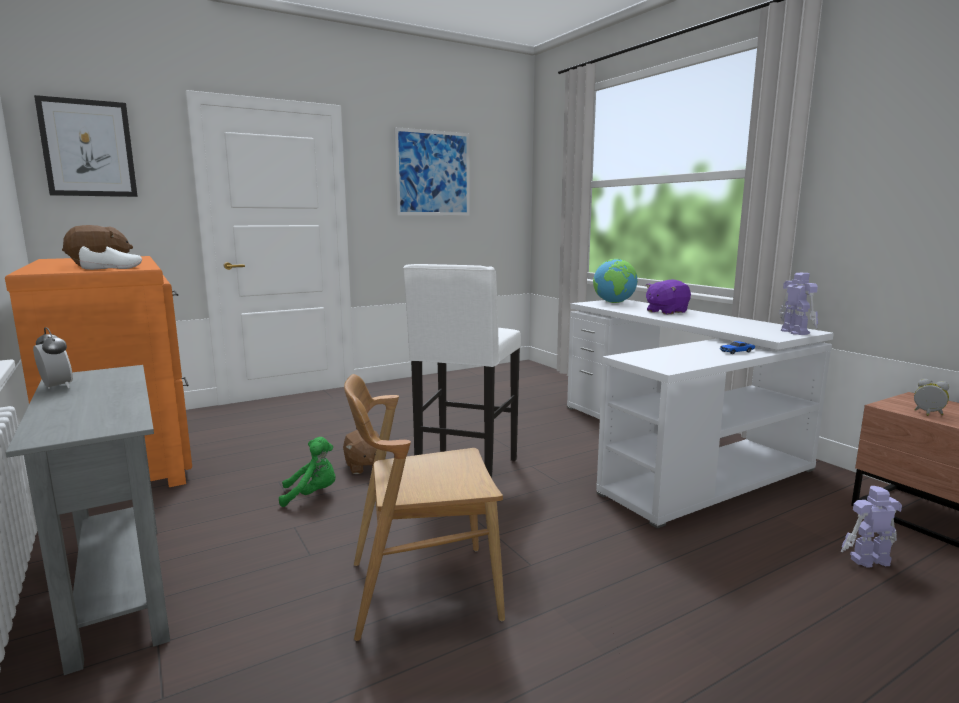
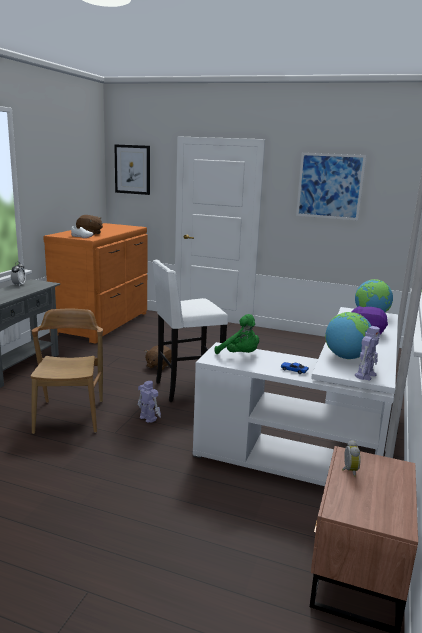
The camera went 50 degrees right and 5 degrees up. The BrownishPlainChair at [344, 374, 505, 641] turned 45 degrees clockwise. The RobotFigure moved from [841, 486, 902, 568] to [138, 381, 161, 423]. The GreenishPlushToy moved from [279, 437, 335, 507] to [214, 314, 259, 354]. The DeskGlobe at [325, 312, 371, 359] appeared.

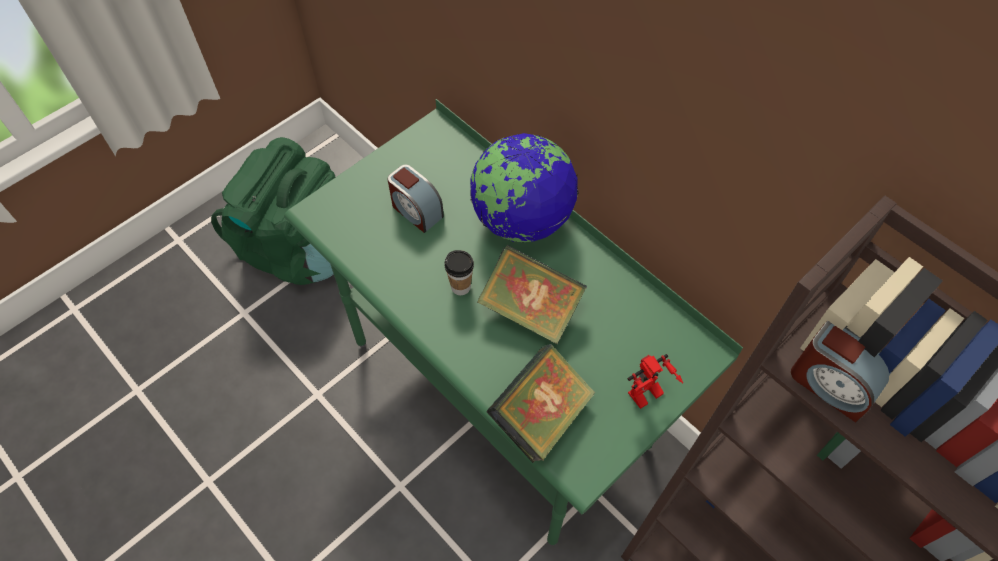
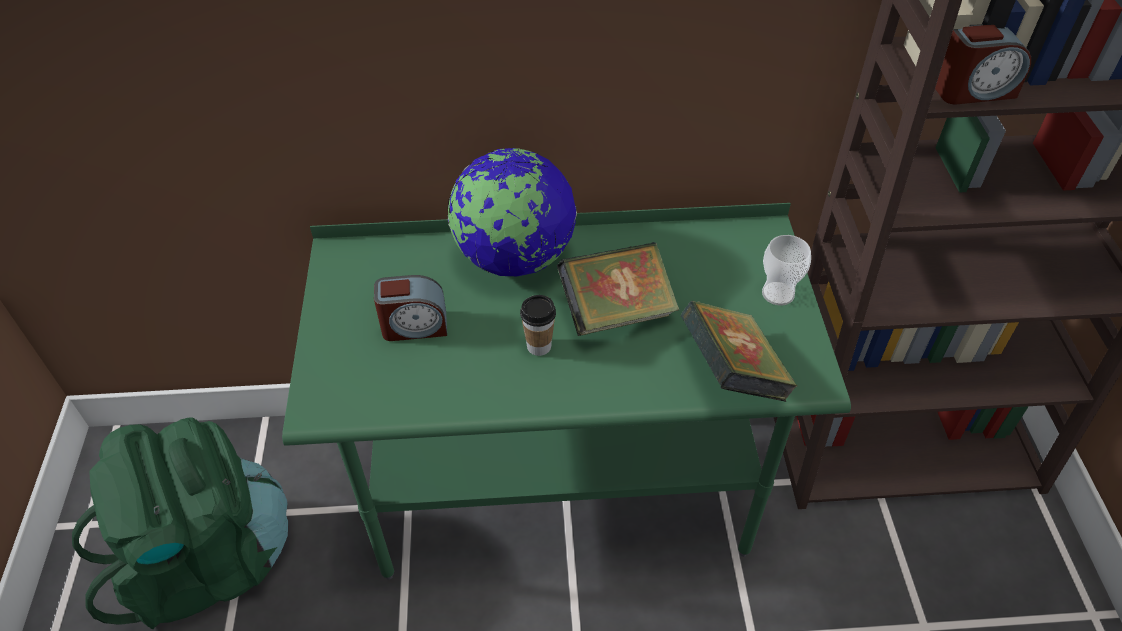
The camera went 50 degrees left and 10 degrees down. The RobotFigure at [627, 354, 683, 409] was replaced by the SmallCup at [762, 235, 811, 306].

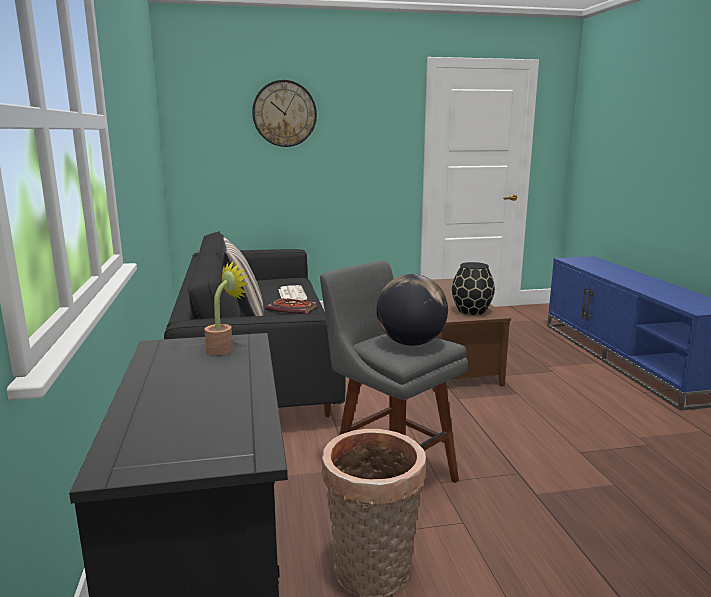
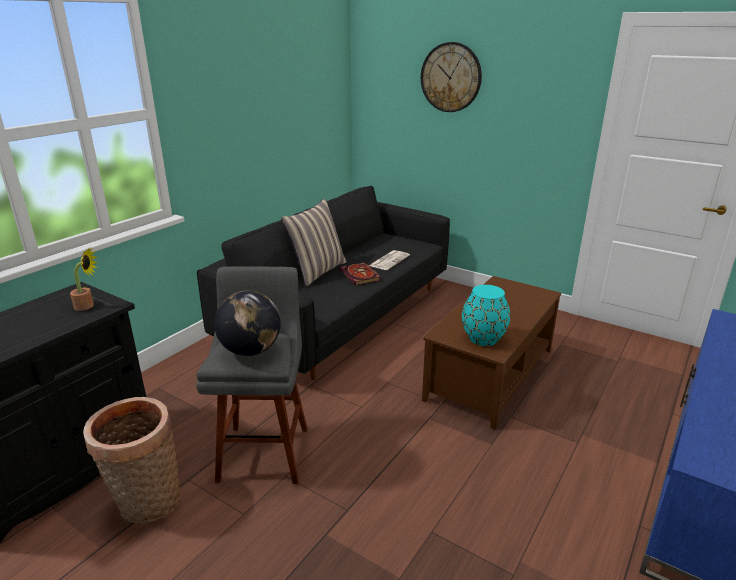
The camera went 45 degrees right and 10 degrees up. The BlackishVase at [452, 262, 495, 315] became the BlueGreenVase at [462, 285, 510, 346].

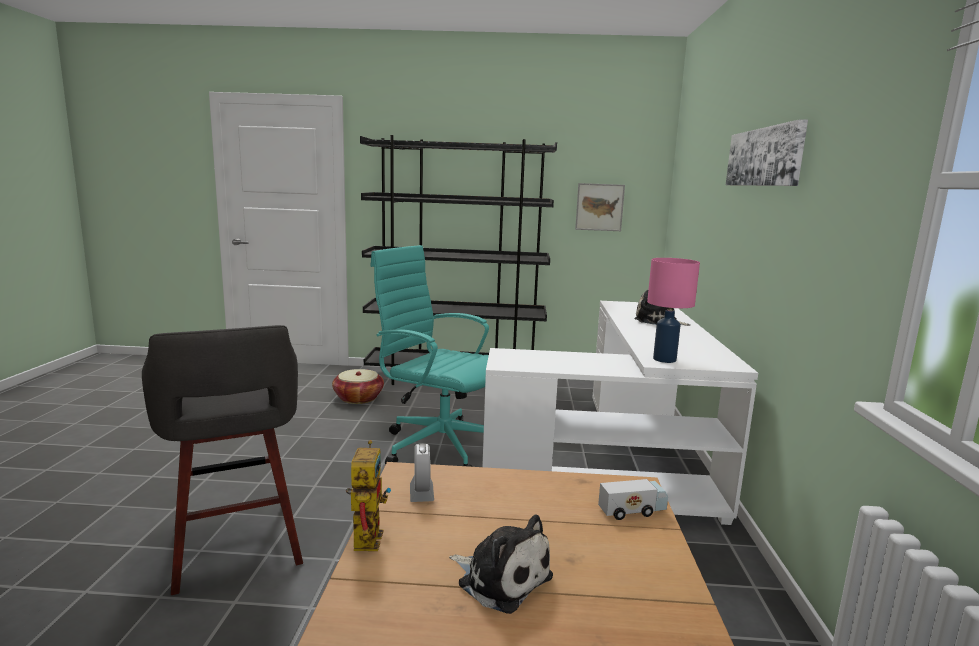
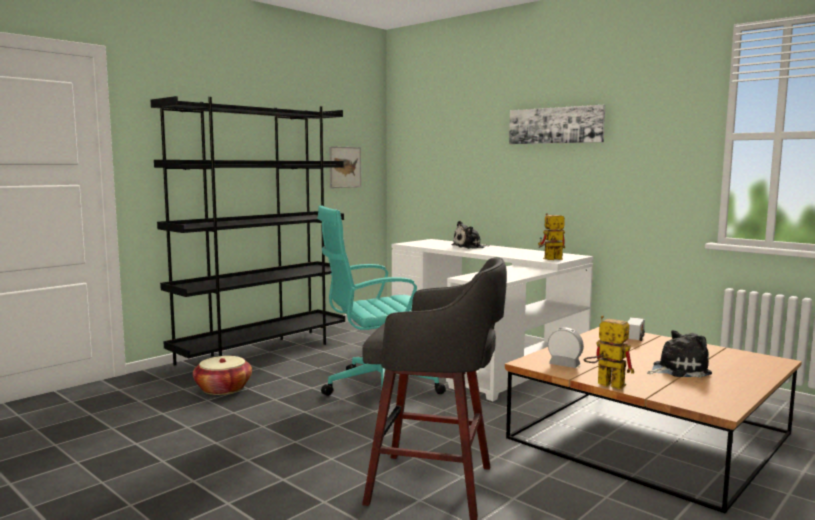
The camera went 50 degrees left and 5 degrees down. The PinkColouredTabletopLamp at [647, 258, 700, 363] was replaced by the RobotFigure at [538, 213, 565, 260].

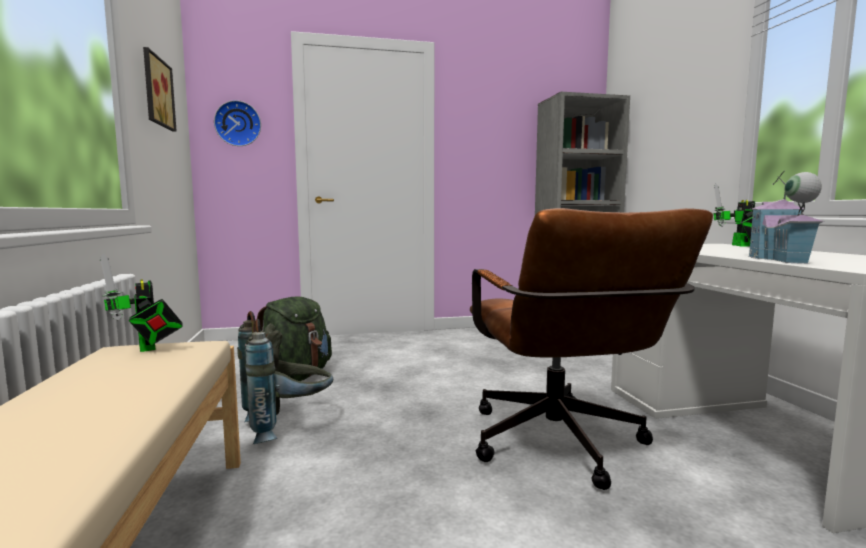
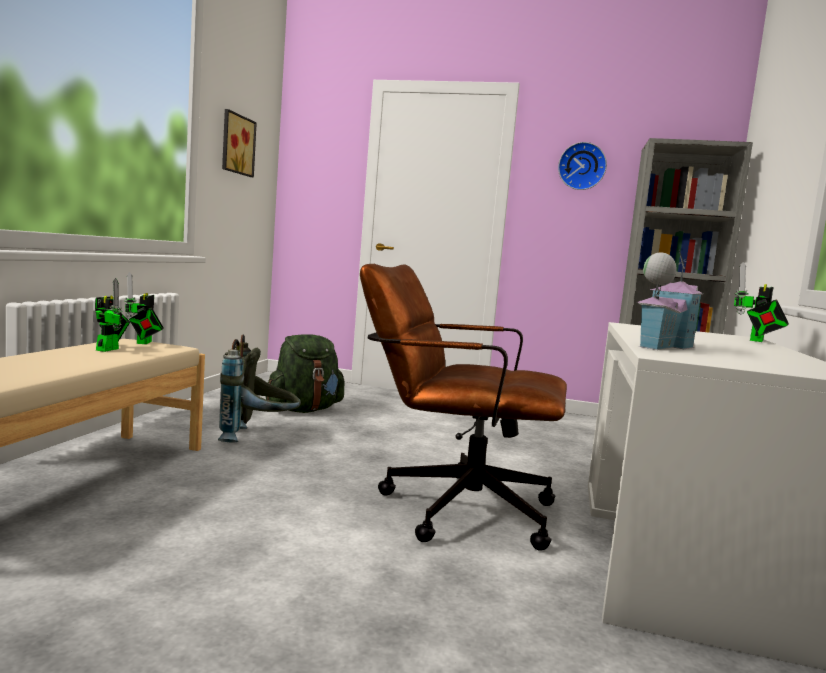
The camera went 25 degrees right and 0 degrees up. The RobotFigure at [95, 278, 130, 352] appeared. The BrownishOfficeChair at [470, 208, 713, 490] turned 90 degrees clockwise. The ClockOnTheWall moved from [214, 100, 261, 146] to [558, 142, 607, 190].

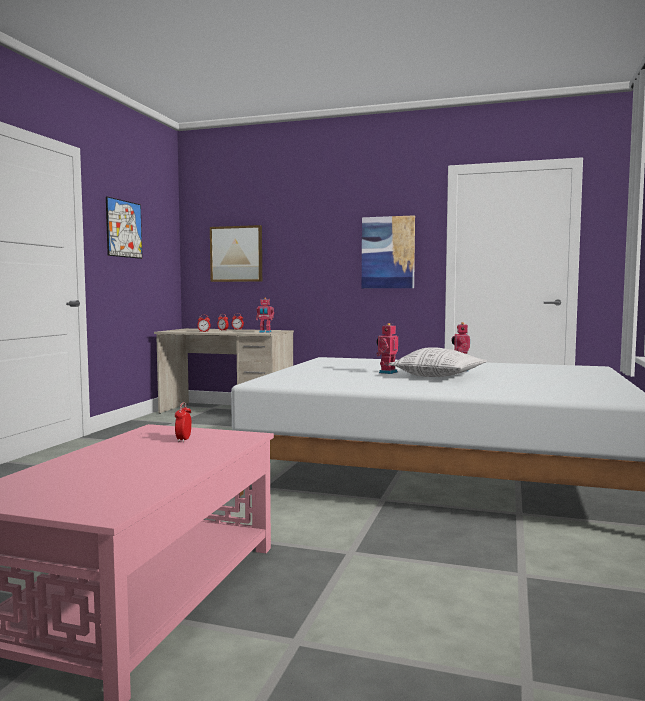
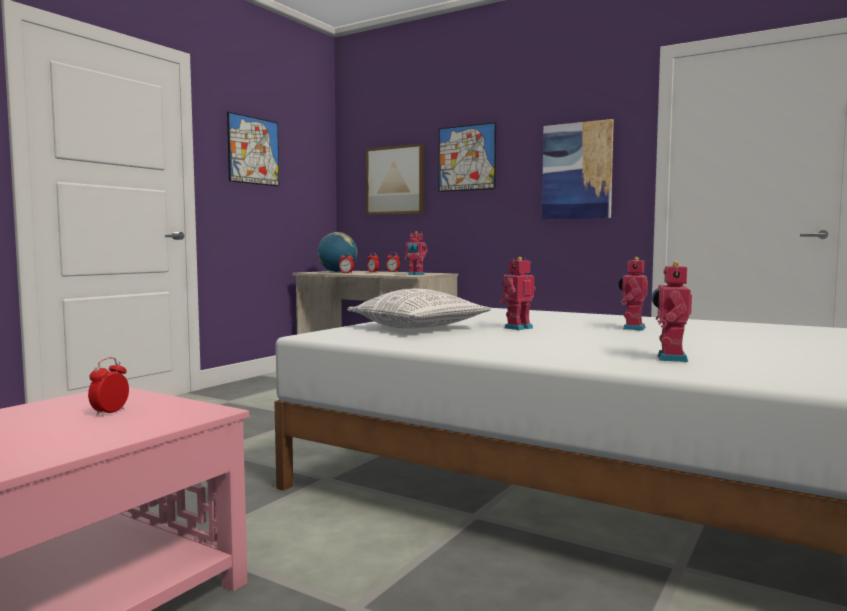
The camera went 15 degrees right and 0 degrees up. The DeskGlobe at [317, 232, 358, 272] appeared. The Pillow moved from [389, 347, 487, 377] to [347, 288, 491, 329]. The WallPicture at [439, 122, 496, 192] appeared. The RobotFigure at [652, 261, 692, 362] appeared.

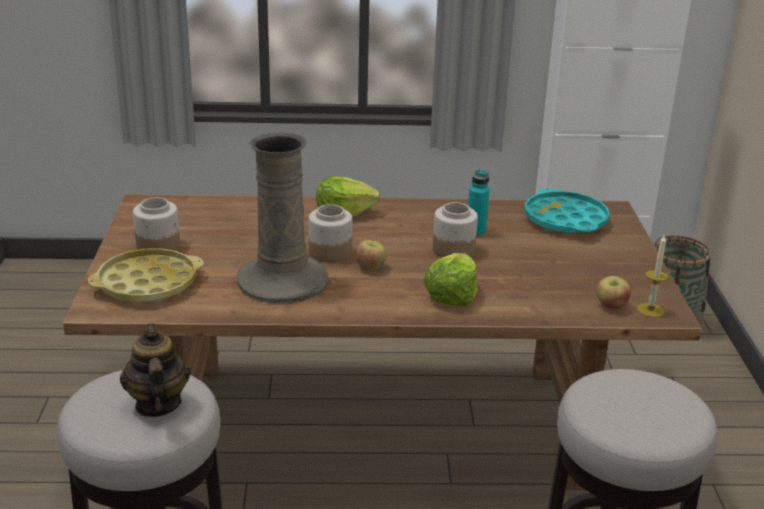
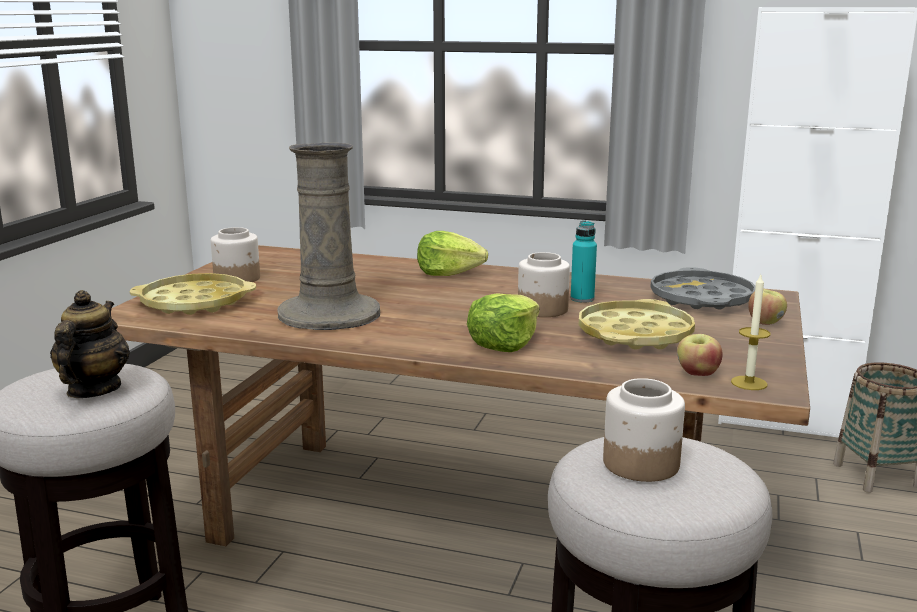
The camera went 20 degrees right and 10 degrees down. The YellowColouredTray at [579, 299, 695, 350] appeared. The PreserveJar moved from [309, 204, 352, 263] to [603, 378, 685, 482]. The BlueGreenTray at [525, 188, 610, 233] became the GreyishTray at [650, 267, 756, 309]. The Apple moved from [356, 240, 387, 271] to [748, 289, 787, 325].

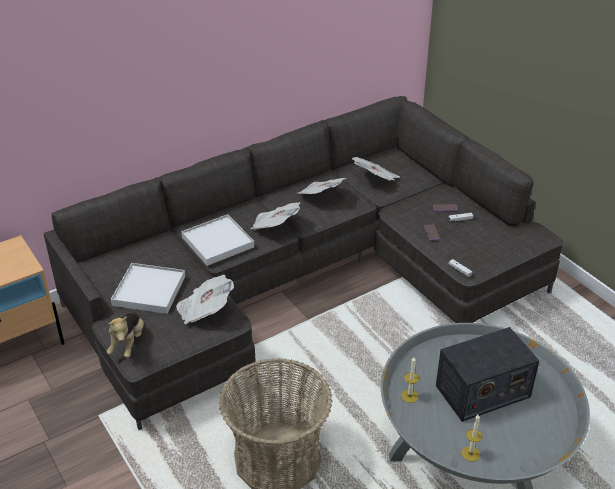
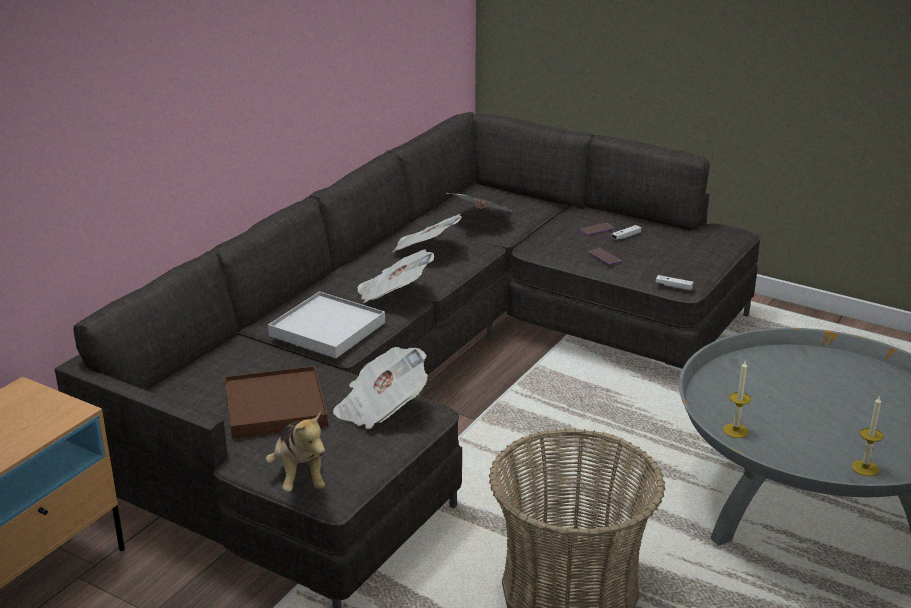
The camera went 25 degrees left and 10 degrees down. The WhiteTray at [111, 263, 185, 314] became the BrownishTray at [225, 366, 328, 439]. The RadioSet at [436, 327, 539, 422] disappeared.

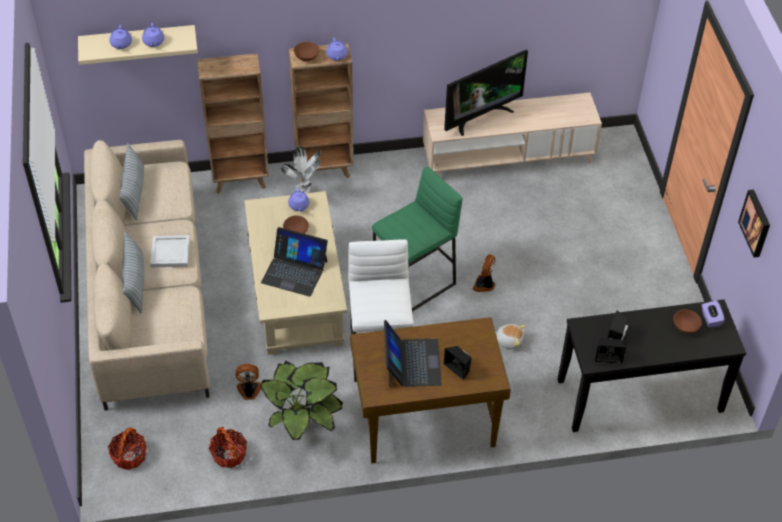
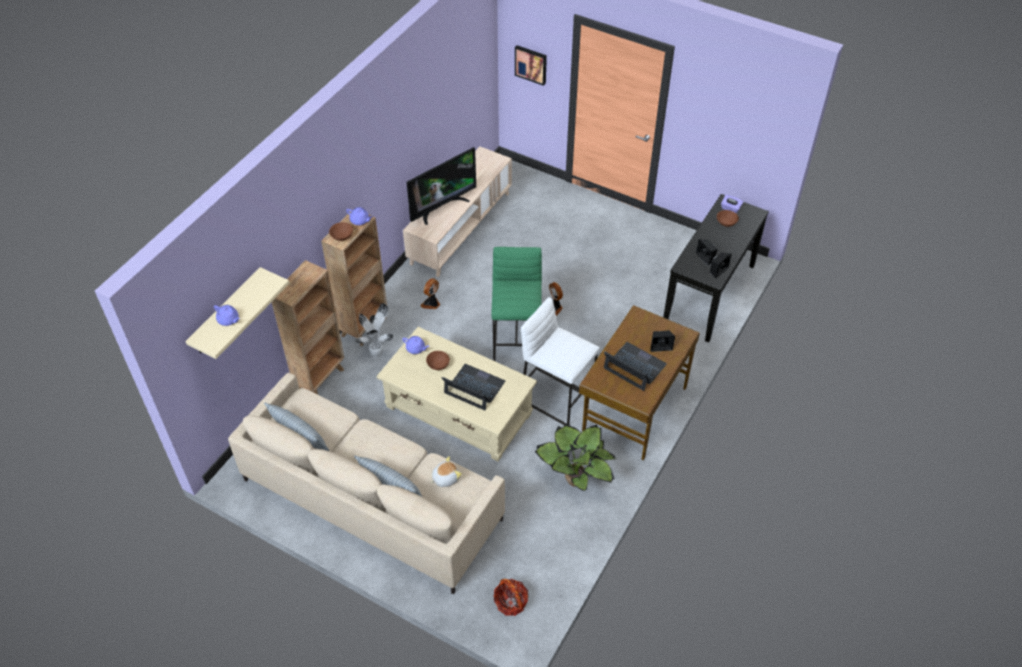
The camera went 50 degrees left and 0 degrees up. The Television at [444, 50, 528, 136] turned 45 degrees clockwise. The Fan moved from [236, 364, 261, 400] to [420, 278, 440, 309]. The PlushToy moved from [495, 324, 526, 349] to [431, 456, 462, 487]. The PortableComputer at [261, 227, 328, 297] turned 120 degrees counterclockwise. The WallPicture moved from [738, 189, 770, 257] to [515, 45, 547, 86]. The PurpleColouredPotForTea at [142, 23, 164, 47] disappeared. The WhiteTray at [150, 235, 190, 267] disappeared. The HouseholdBasket at [209, 427, 247, 468] disappeared.

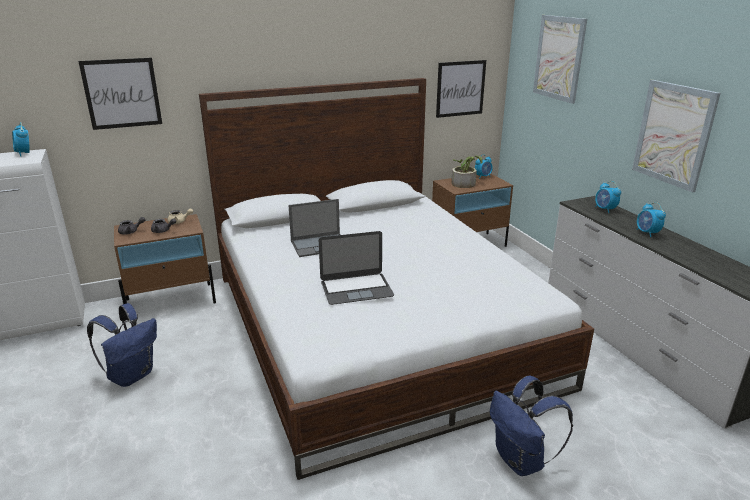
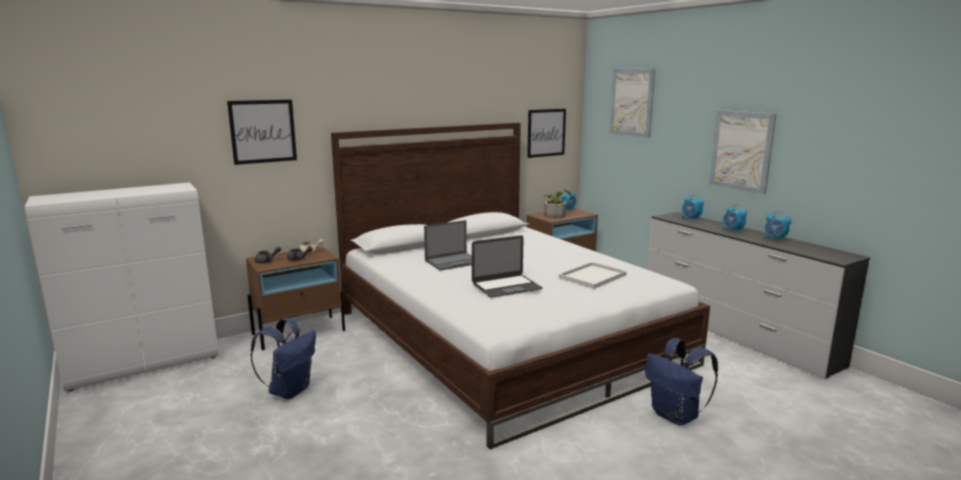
The camera went 10 degrees left and 10 degrees down. The WhiteTray at [559, 262, 627, 289] appeared. The BedsideClock moved from [12, 122, 30, 157] to [764, 211, 792, 242].

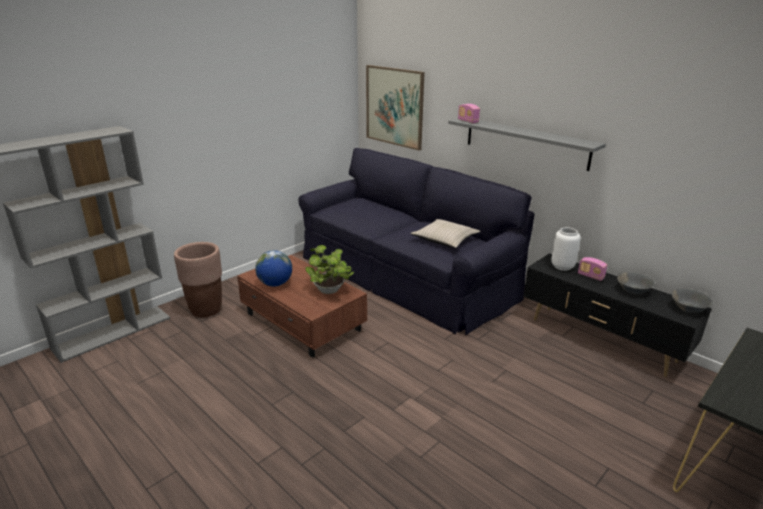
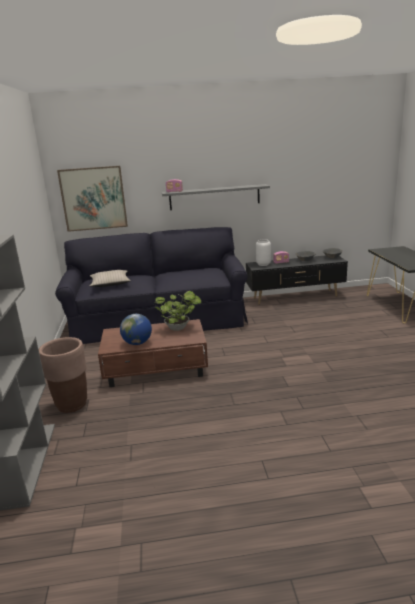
The camera went 50 degrees left and 5 degrees down. The SandColouredPillow moved from [410, 219, 480, 248] to [90, 270, 131, 287].

